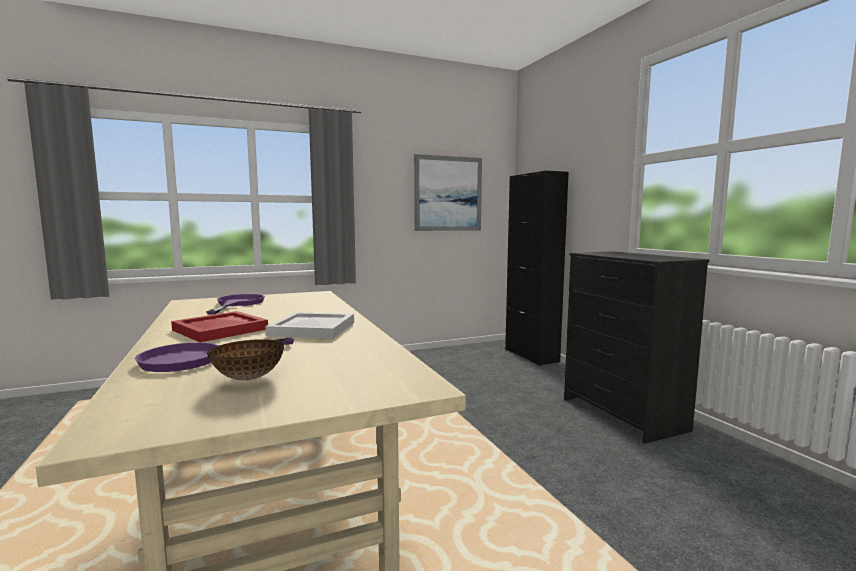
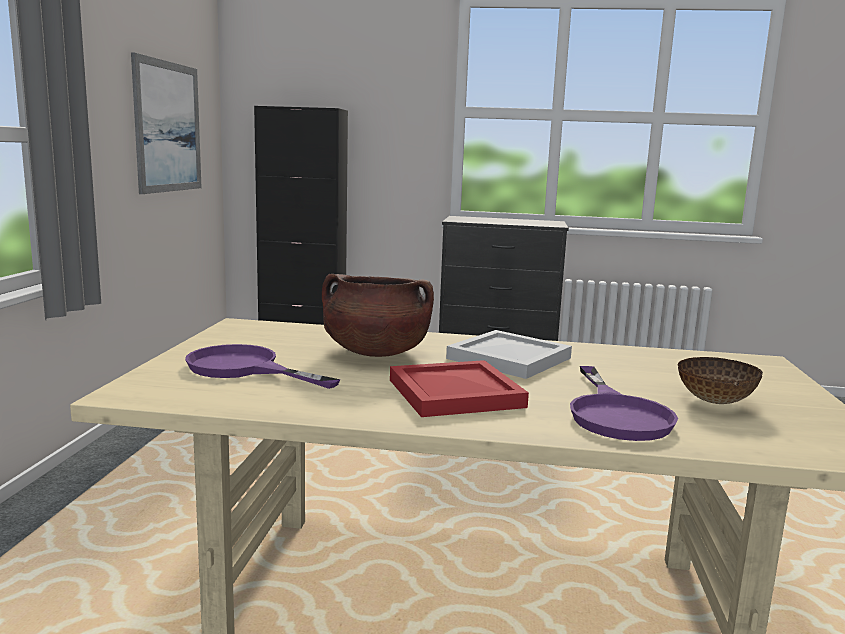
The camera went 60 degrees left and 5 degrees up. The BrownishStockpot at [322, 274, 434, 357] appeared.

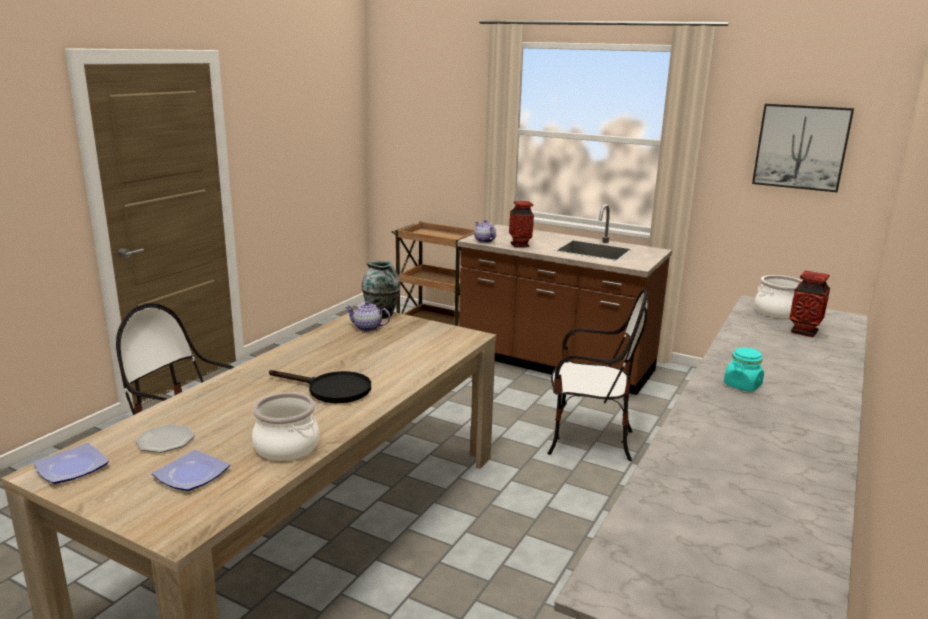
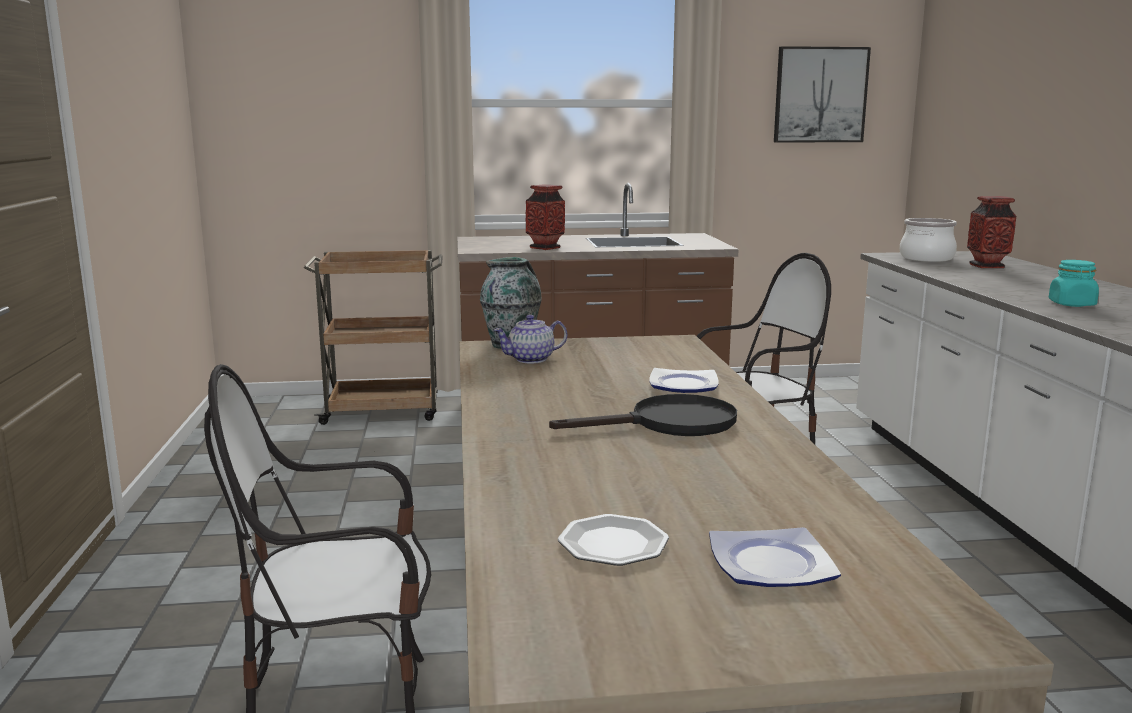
The camera went 35 degrees left and 5 degrees down. The Plate moved from [33, 443, 109, 484] to [649, 368, 719, 393]. The Stockpot at [252, 392, 319, 461] disappeared. The PotForTea at [474, 220, 496, 243] disappeared.

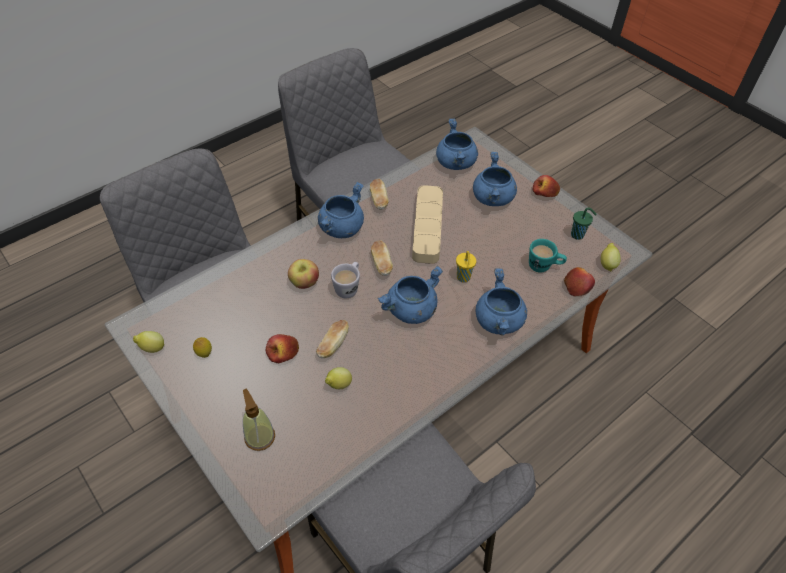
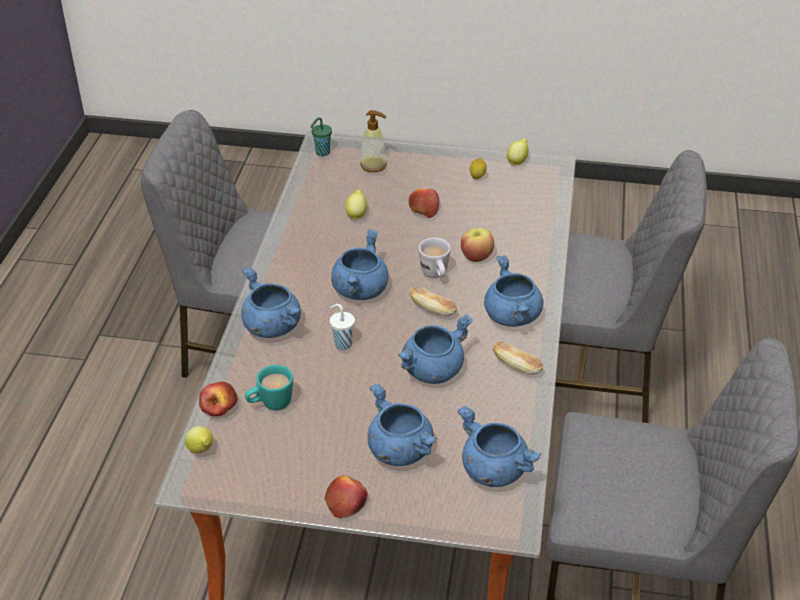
The camera went 140 degrees right and 10 degrees down. The GreenishSmallCup moved from [571, 207, 597, 240] to [310, 117, 332, 156]. The YellowColouredSmallCup at [456, 251, 476, 282] became the WhiteSmallCup at [330, 304, 355, 350]. The SandColouredTray at [412, 185, 443, 264] was replaced by the BlueColouredStockpot at [399, 314, 473, 384]. The BakedBread at [316, 320, 349, 358] disappeared.

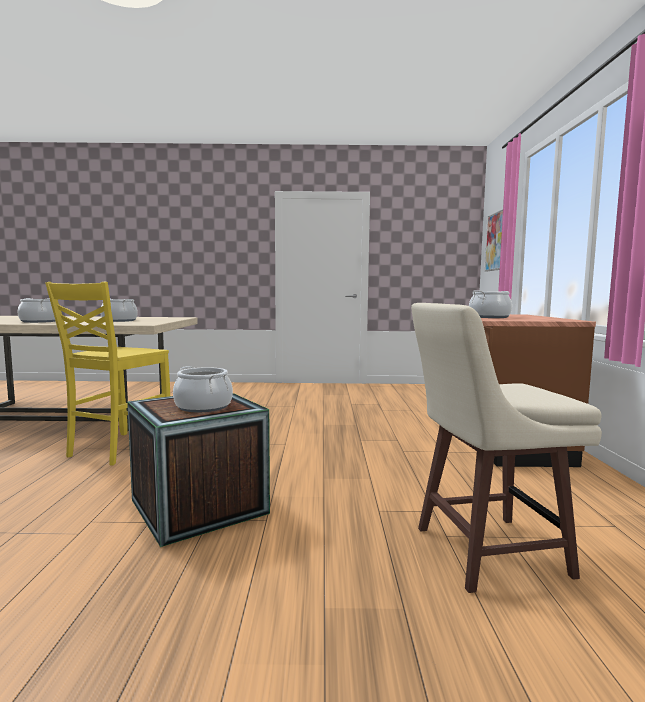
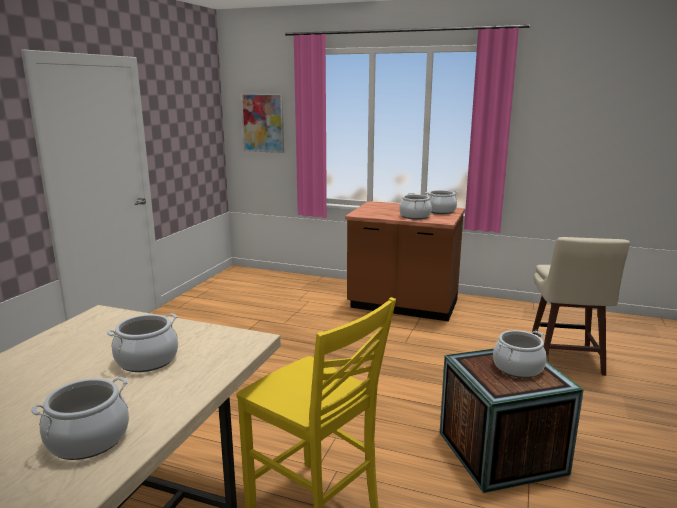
The camera went 70 degrees left and 10 degrees up. The Stockpot at [425, 190, 459, 214] appeared.

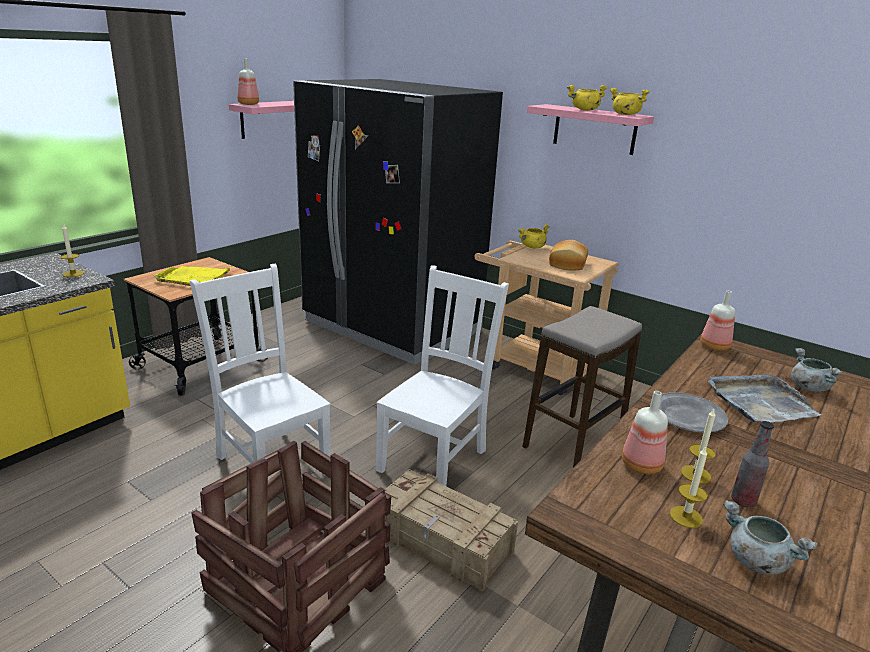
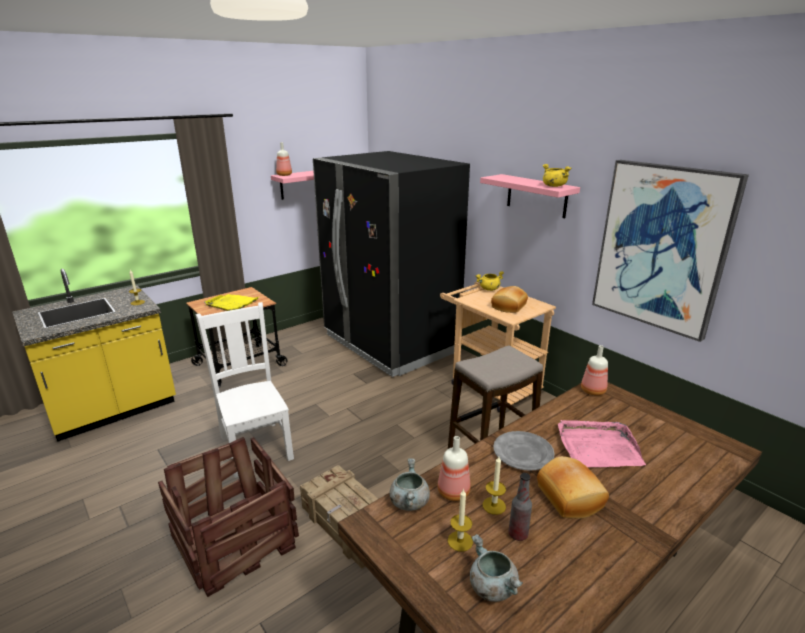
The camera went 15 degrees right and 0 degrees up. The GreyishStockpot moved from [791, 348, 843, 392] to [390, 458, 430, 511]. The BakedBread at [537, 456, 609, 519] appeared. The GreyishTray at [708, 374, 821, 422] became the PinkColouredTray at [558, 420, 646, 467]. The WallPicture at [592, 160, 749, 342] appeared. The WhitePlainChair at [375, 265, 509, 486] disappeared. The YellowColouredStockpot at [567, 85, 607, 111] disappeared.

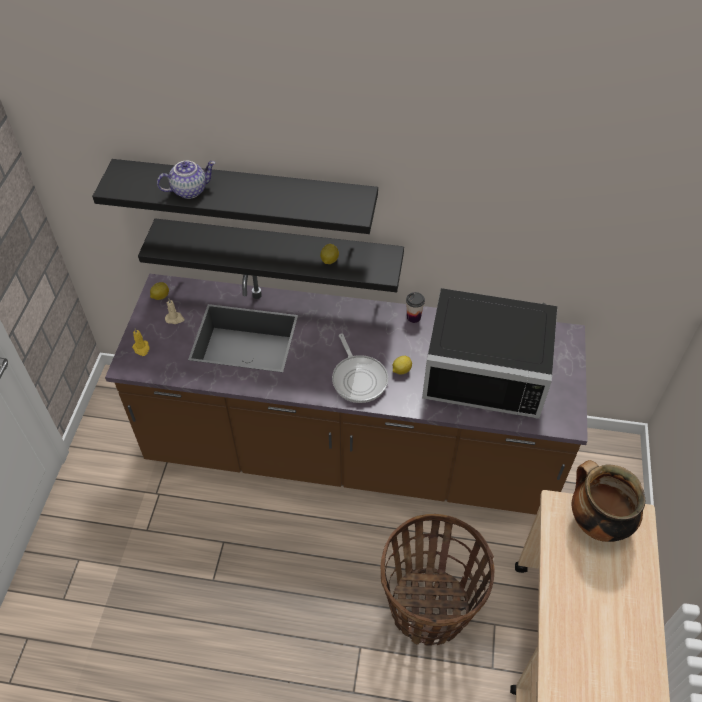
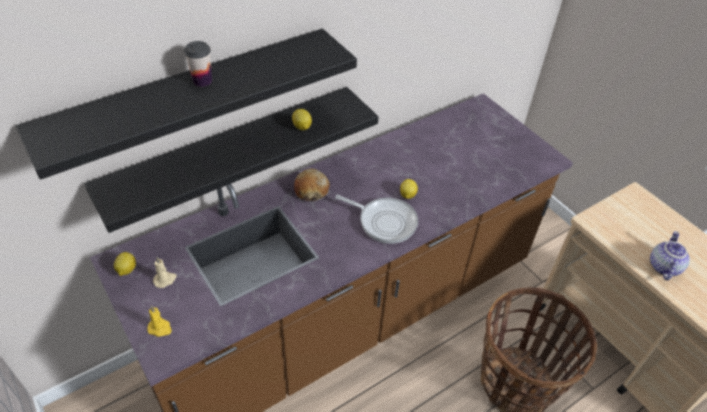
The camera went 45 degrees left and 5 degrees down. The SmallCup moved from [406, 292, 425, 323] to [184, 41, 212, 87]. The BakedBread at [294, 168, 330, 201] appeared. The PotForTea moved from [157, 161, 216, 199] to [650, 231, 690, 280]. The BlackishMicrowave at [422, 288, 557, 419] disappeared. The Stockpot at [572, 460, 645, 542] disappeared.

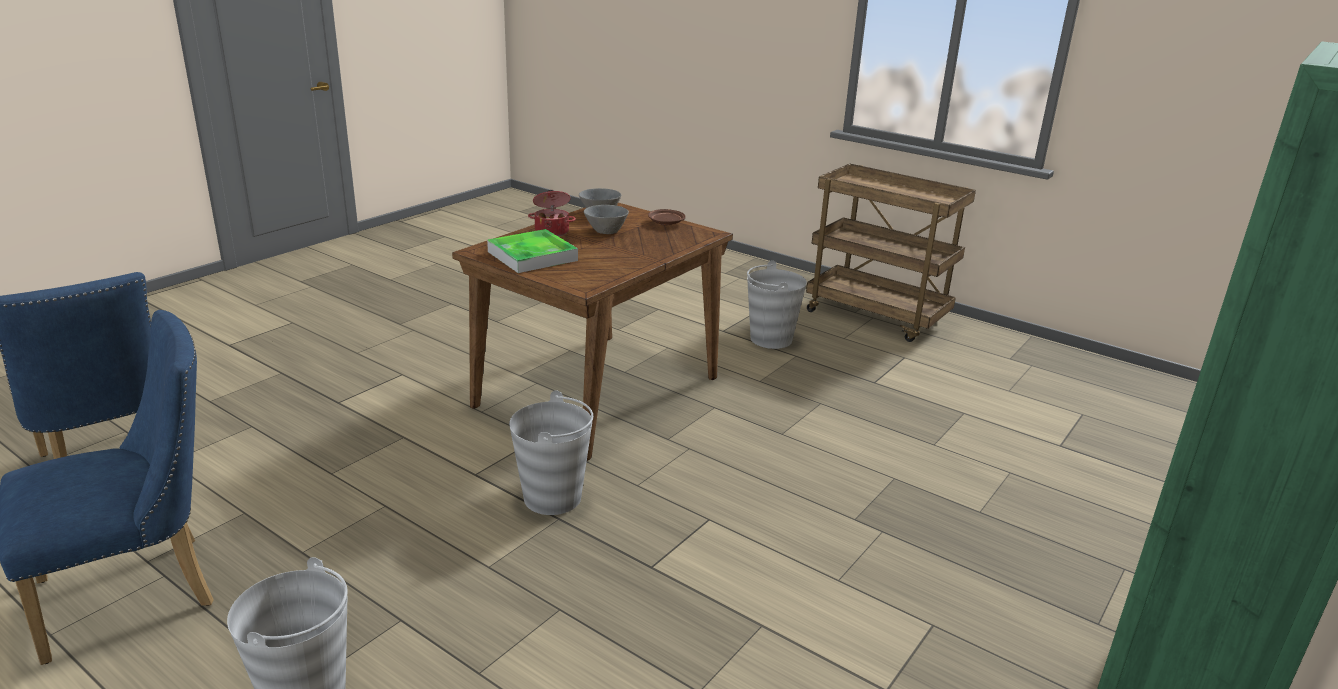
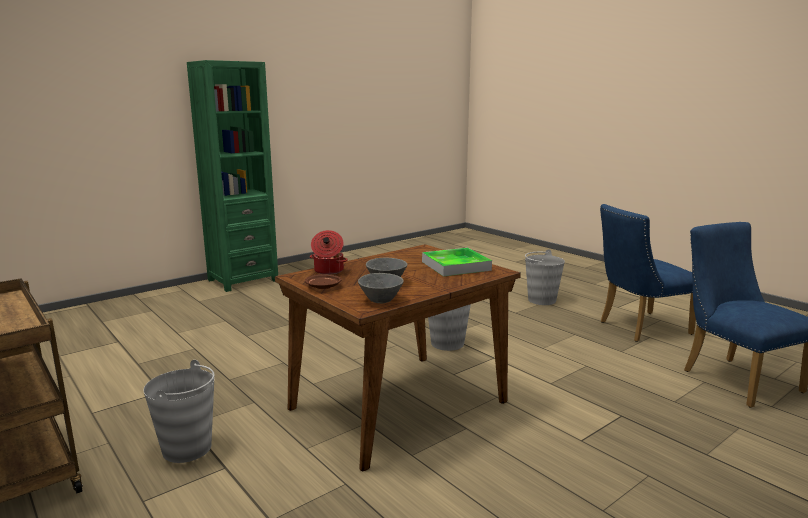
The camera went 165 degrees left and 10 degrees down. The Stockpot moved from [528, 190, 576, 237] to [310, 230, 348, 274].

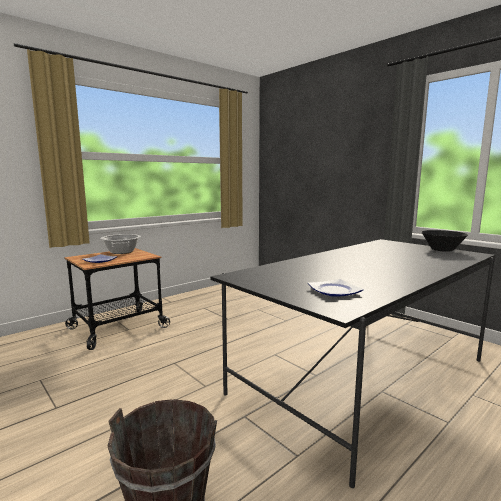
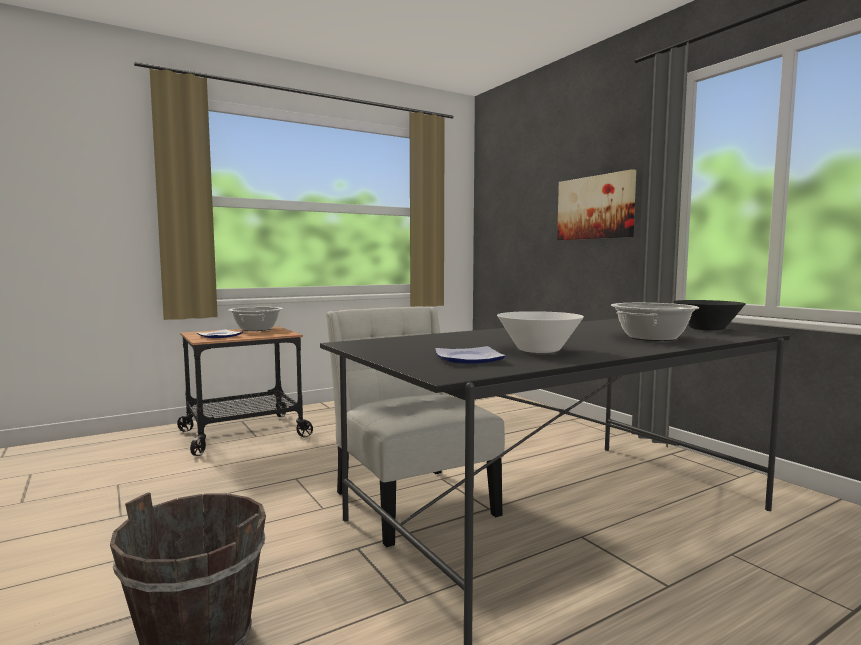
The camera went 10 degrees right and 5 degrees down. The WhitePlainChair at [326, 307, 505, 547] appeared. The WhiteServingBowl at [497, 311, 584, 353] appeared. The WallPicture at [557, 169, 636, 240] appeared. The Stockpot at [611, 303, 699, 341] appeared.

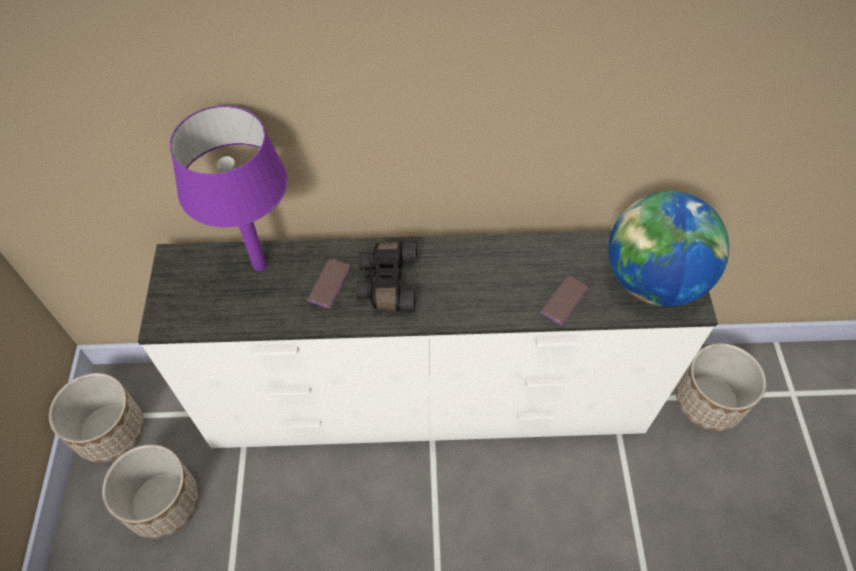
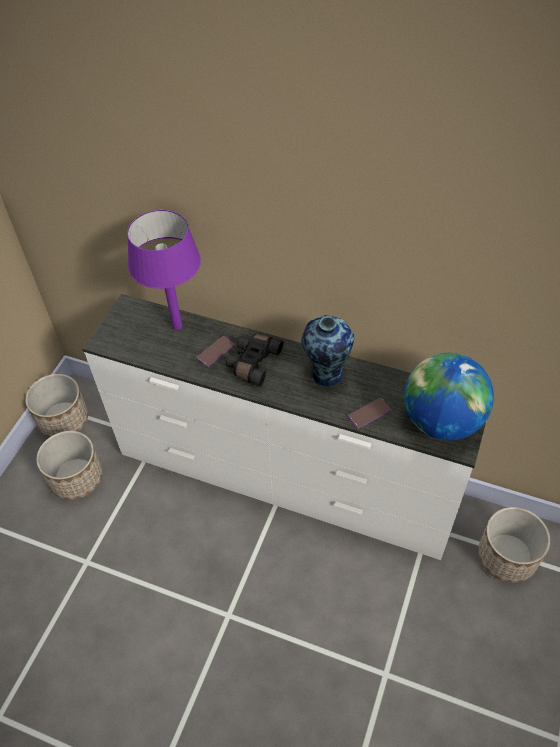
The camera went 25 degrees right and 5 degrees down. The Vase at [301, 315, 354, 387] appeared.

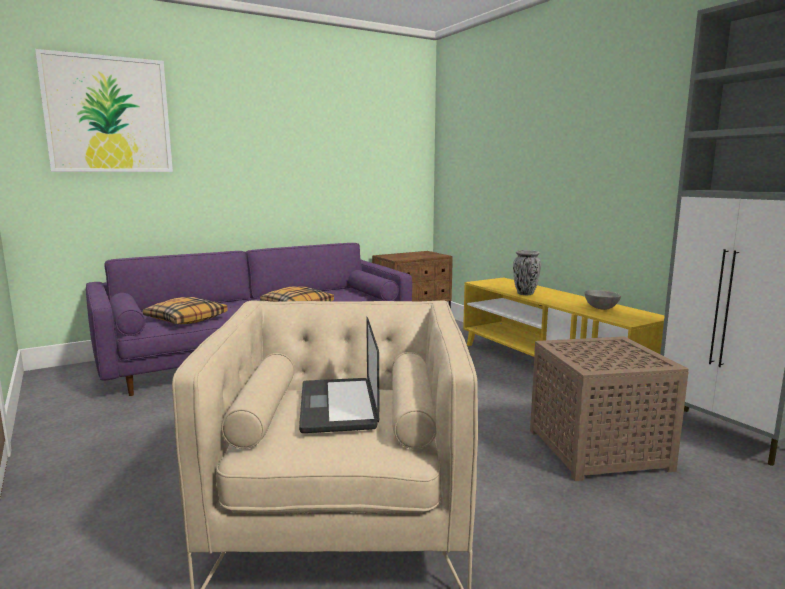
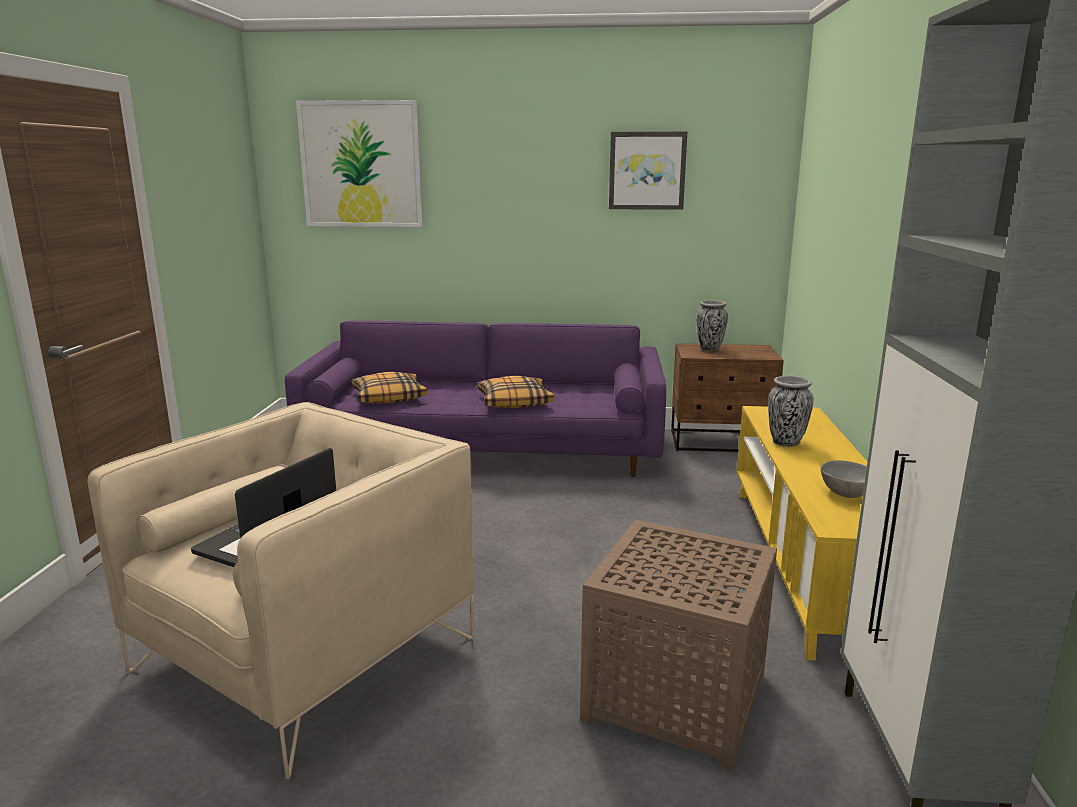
The camera went 35 degrees right and 5 degrees up. The WallPicture at [609, 132, 687, 210] appeared. The Vase at [697, 300, 728, 351] appeared.

